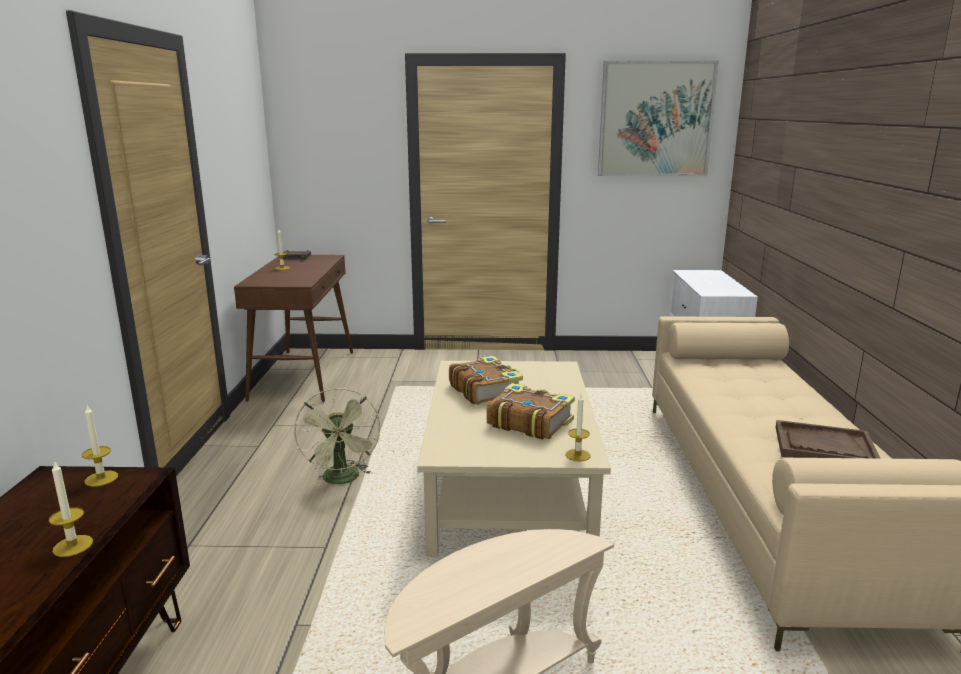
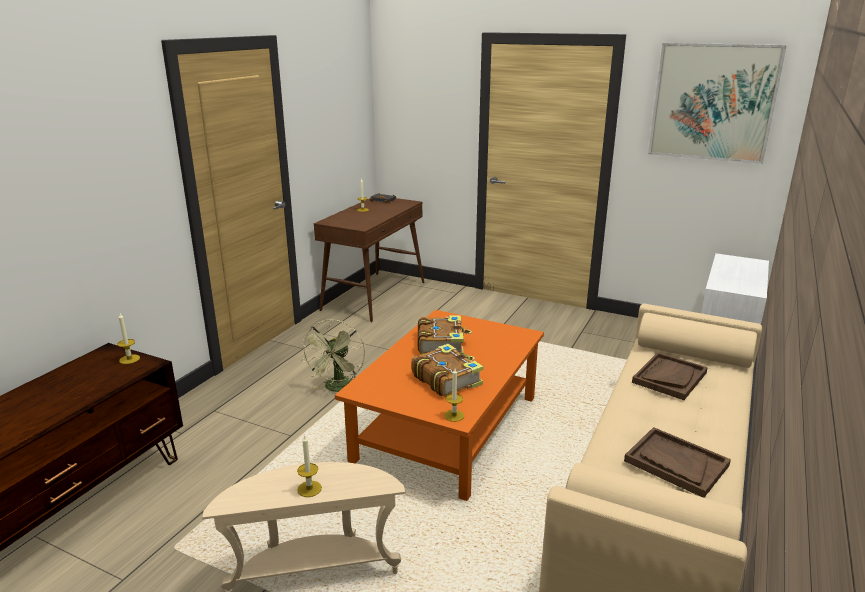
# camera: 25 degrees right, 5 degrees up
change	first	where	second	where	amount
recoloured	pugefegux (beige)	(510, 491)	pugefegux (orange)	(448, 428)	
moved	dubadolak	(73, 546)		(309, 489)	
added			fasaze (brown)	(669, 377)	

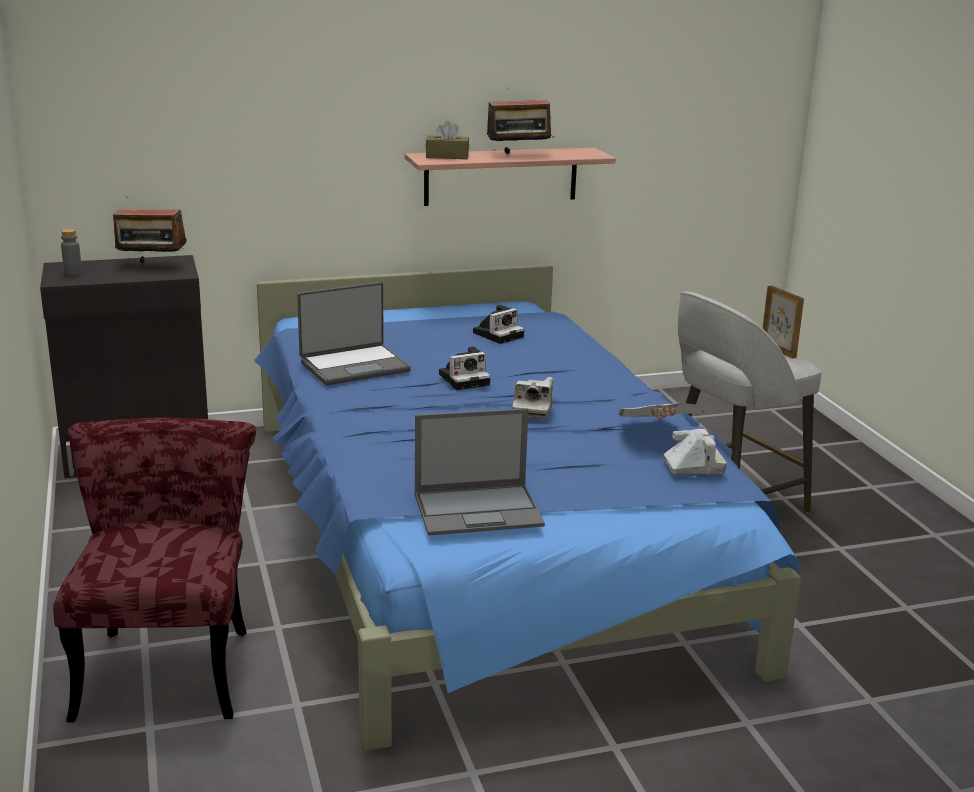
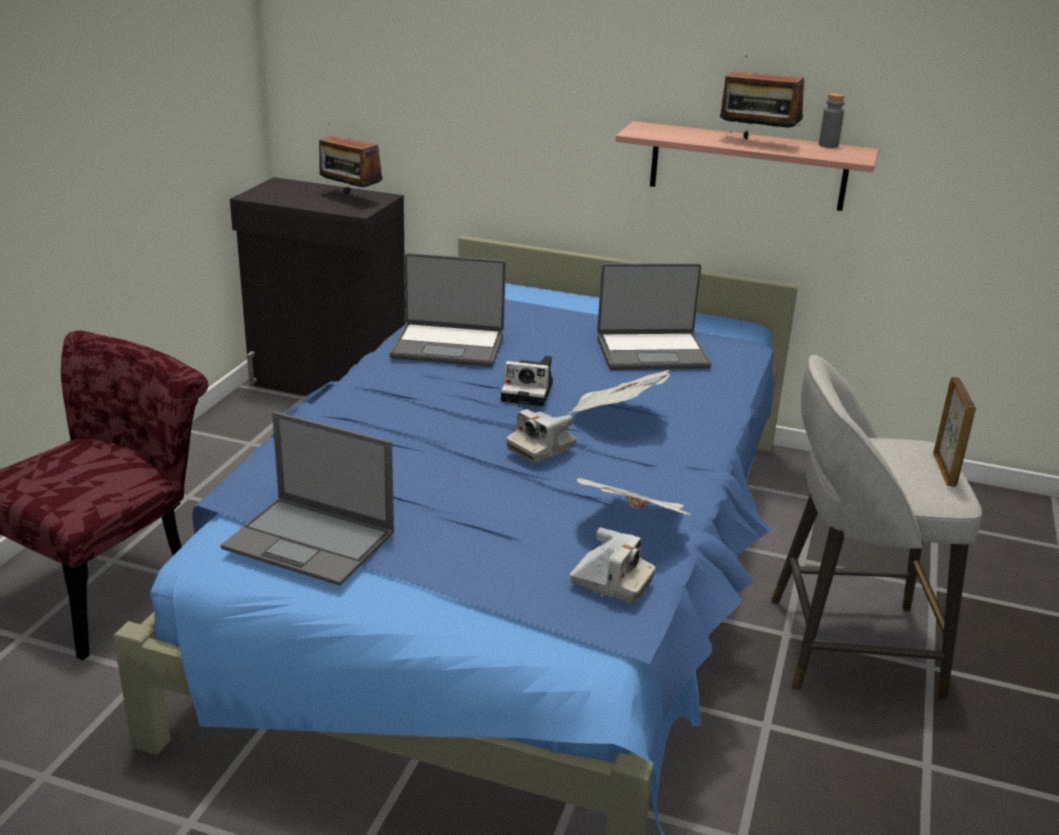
# camera: 35 degrees right, 5 degrees up
change	first	where	second	where	amount
removed	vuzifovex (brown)	(447, 156)			
moved	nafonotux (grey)	(73, 273)		(828, 145)	
replaced	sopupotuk	(499, 334)	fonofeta	(652, 352)	
added			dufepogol	(616, 416)	

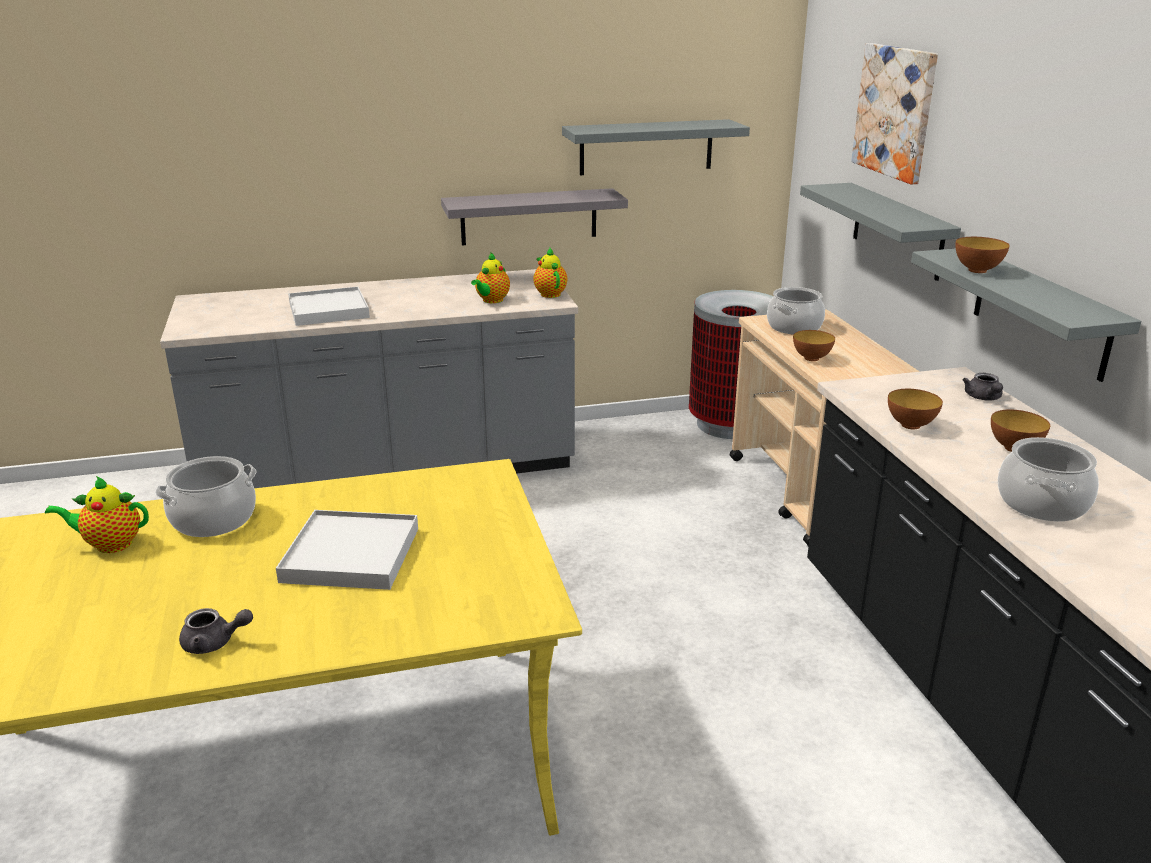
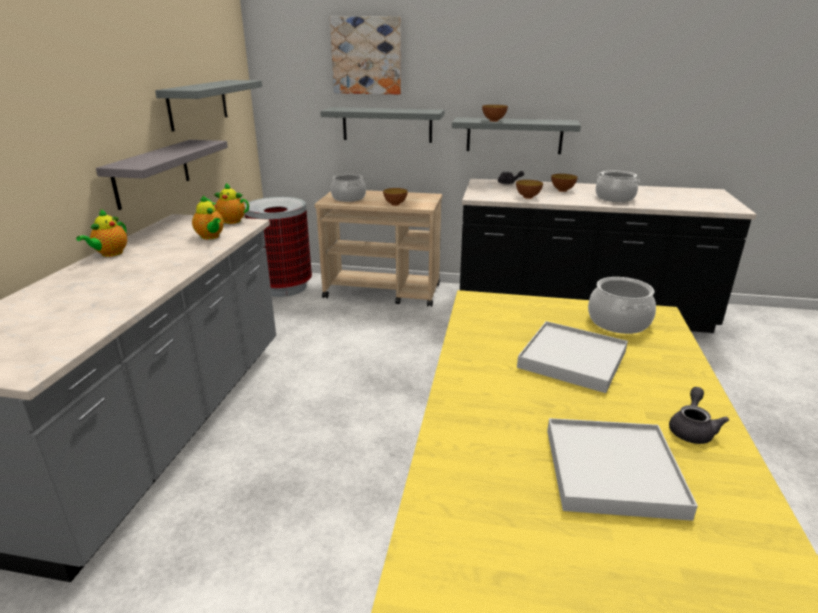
# camera: 65 degrees left, 0 degrees up
change	first	where	second	where	amount
moved	fasaze (white)	(328, 310)		(613, 471)	
moved	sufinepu	(213, 519)		(619, 322)	
moved	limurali	(110, 544)		(110, 254)	

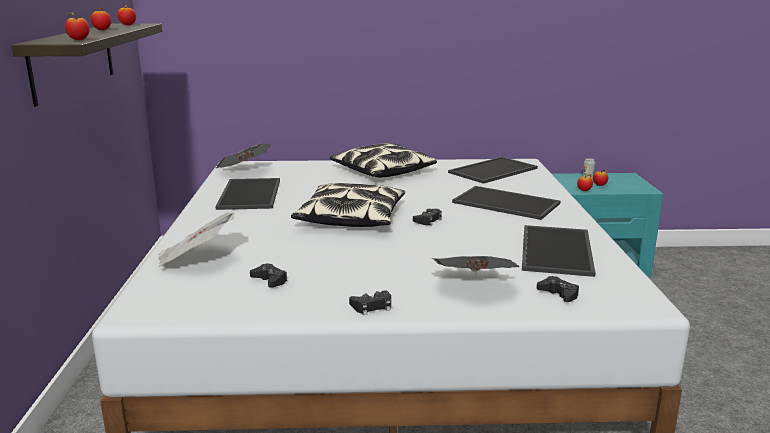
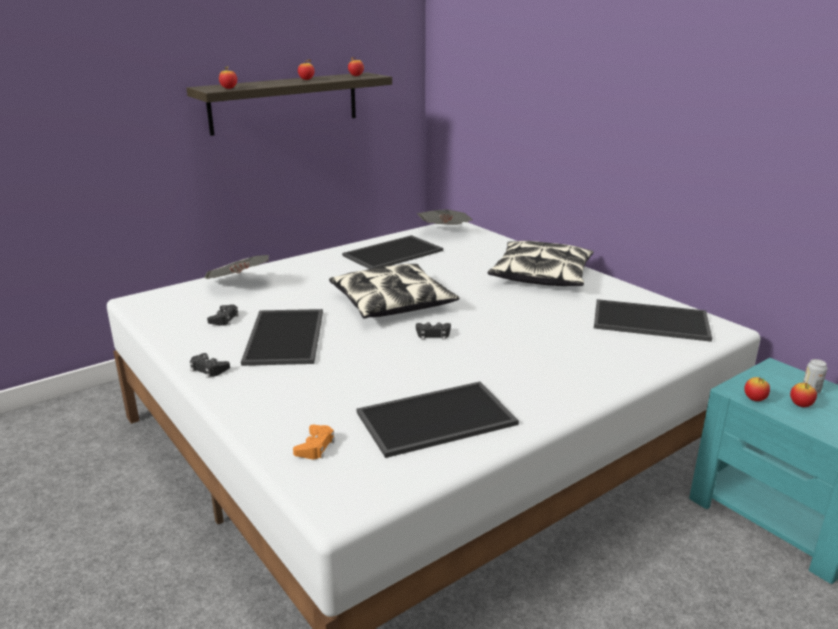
# camera: 55 degrees right, 5 degrees up
change	first	where	second	where	amount
moved	fasaze	(507, 203)		(286, 337)	
removed	dufepogol	(474, 285)			
recoloured	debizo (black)	(558, 294)	debizo (orange)	(315, 447)	

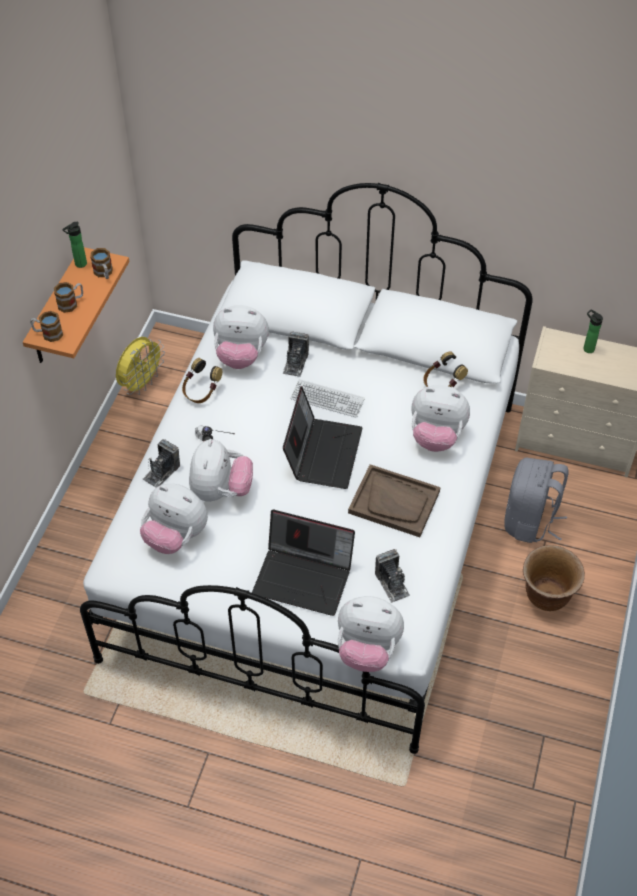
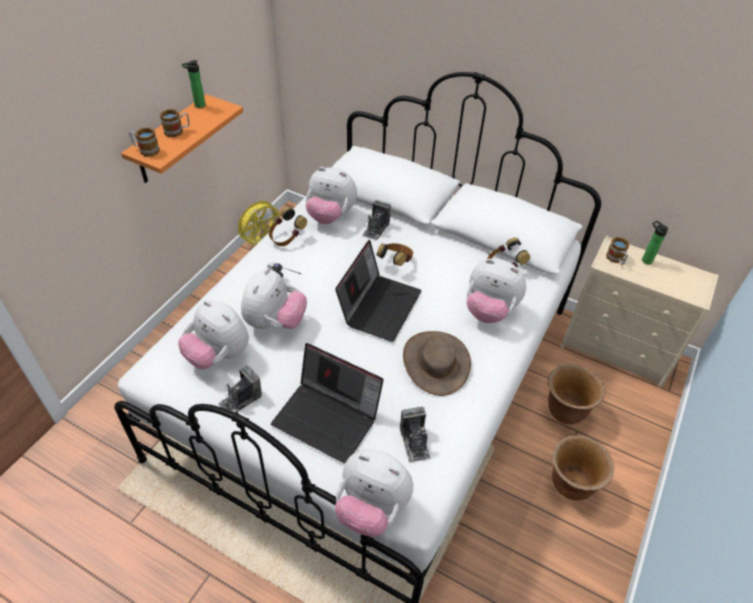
# camera: 10 degrees right, 5 degrees down
change	first	where	second	where	amount
moved	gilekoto	(104, 273)		(616, 259)	
replaced	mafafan	(327, 399)	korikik	(396, 262)	
moved	sopupotuk	(161, 472)		(240, 399)	
replaced	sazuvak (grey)	(530, 521)	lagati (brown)	(565, 411)	
replaced	fasaze (brown)	(394, 502)	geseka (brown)	(436, 362)	

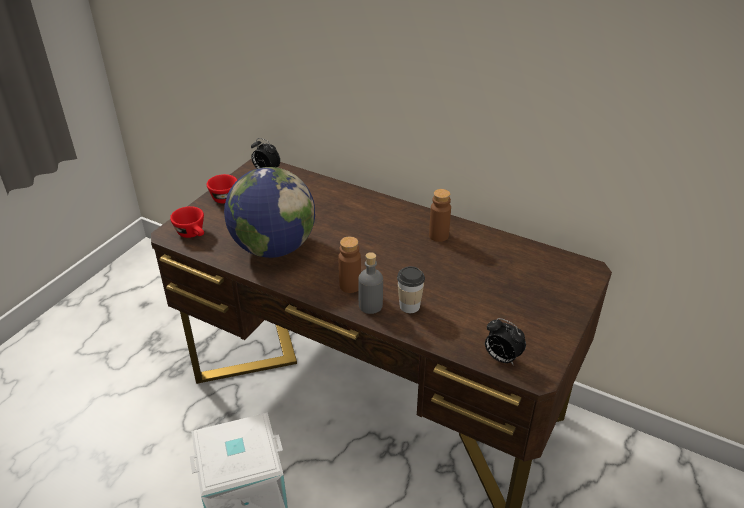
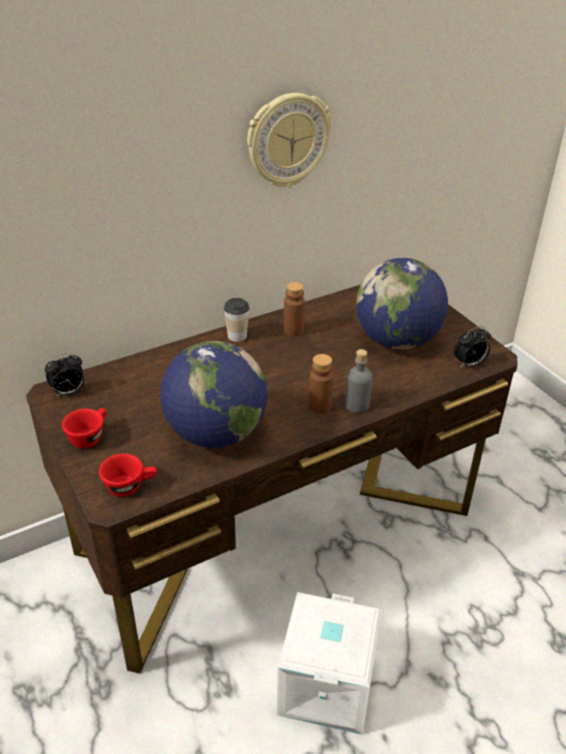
# camera: 60 degrees left, 0 degrees up
change	first	where	second	where	amount
moved	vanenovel	(409, 306)		(237, 336)	
added			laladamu	(287, 140)	
added			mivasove	(397, 341)	

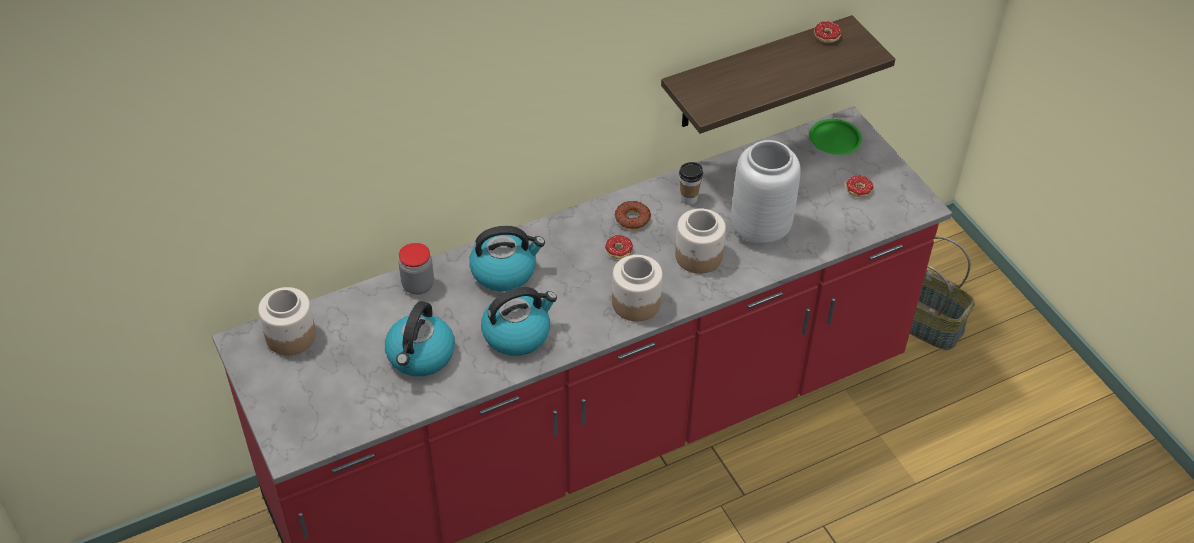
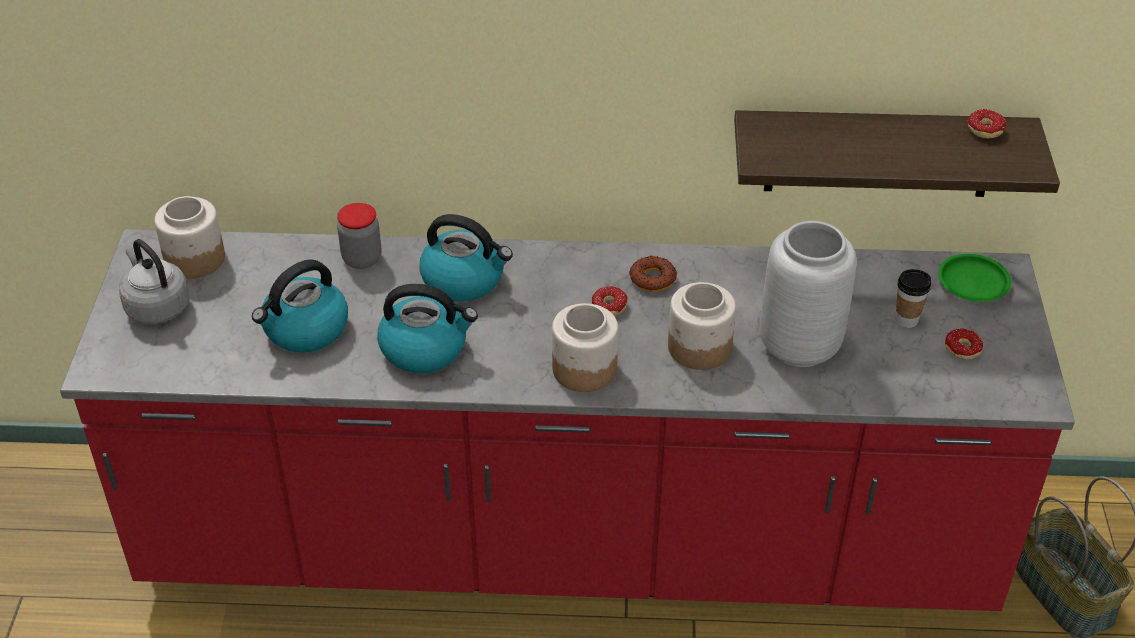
# camera: 30 degrees right, 5 degrees down
change	first	where	second	where	amount
moved	vanenovel	(689, 198)		(906, 320)	
added			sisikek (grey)	(156, 306)	

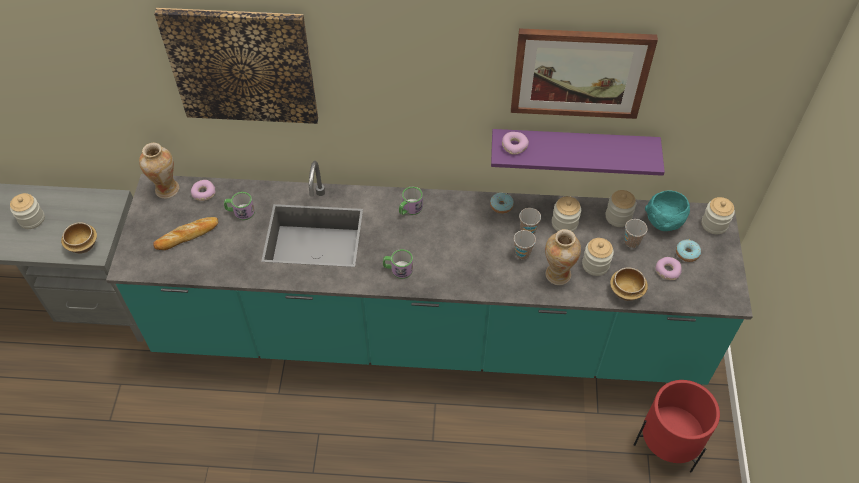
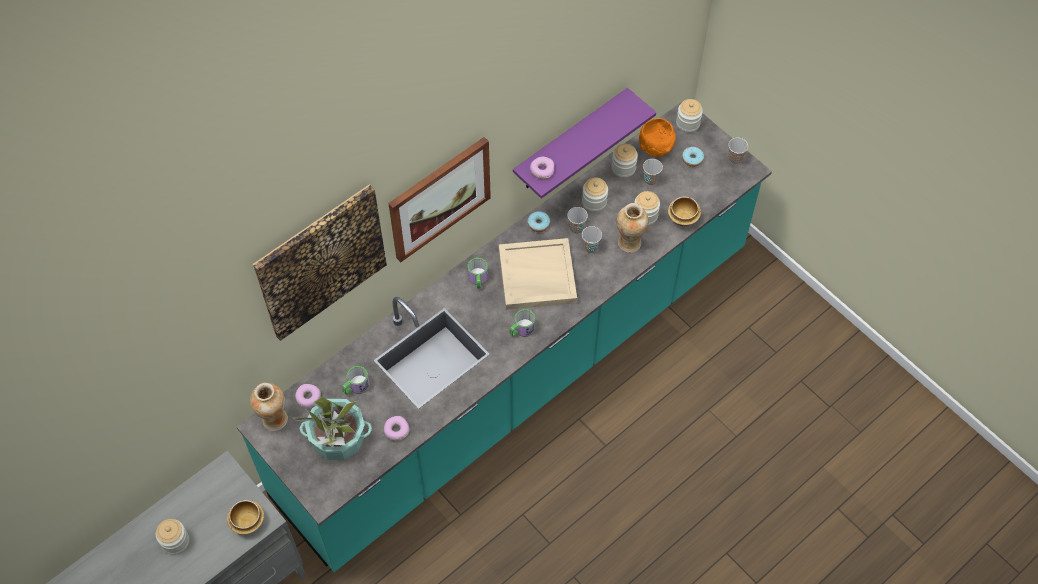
# camera: 45 degrees left, 5 degrees up
change	first	where	second	where	amount
moved	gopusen	(580, 72)		(439, 198)	
recoloured	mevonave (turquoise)	(664, 222)	mevonave (orange)	(656, 147)	
replaced	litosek	(187, 235)	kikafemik	(338, 438)	
moved	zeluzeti	(667, 271)		(396, 430)	
removed	lagati (red)	(668, 444)			
added			vanenovel	(735, 159)	
added			fasaze (beige)	(536, 276)	

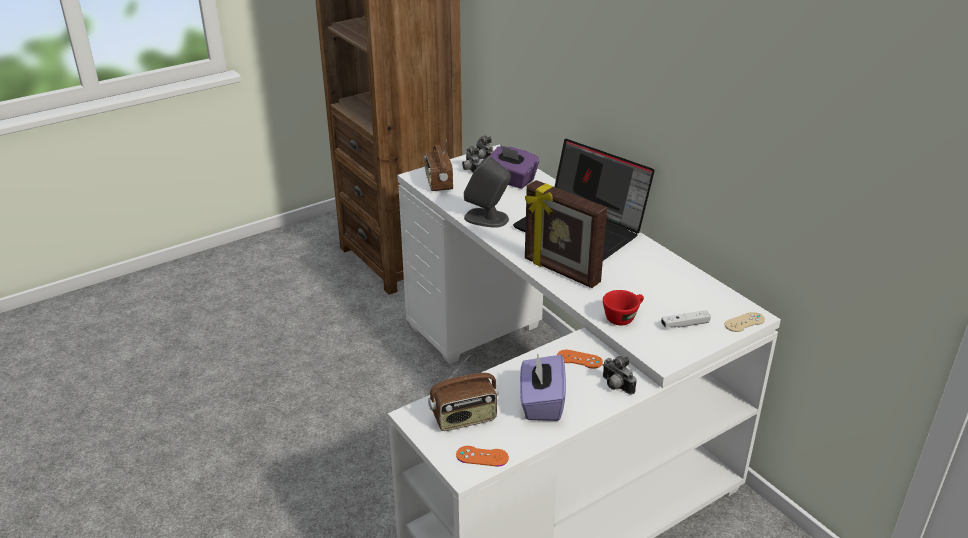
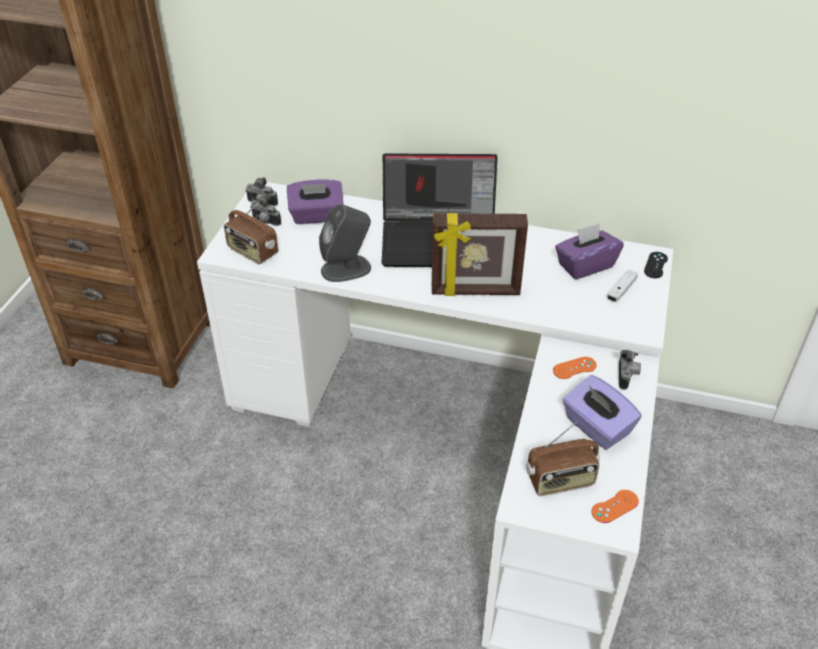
# camera: 40 degrees left, 10 degrees up
change	first	where	second	where	amount
removed	vanenovel (red)	(623, 317)			
recoloured	debizo (beige)	(744, 322)	debizo (black)	(655, 265)	
turned	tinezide	(464, 418)		(560, 481)	45 degrees clockwise
turned	sopupotuk	(615, 386)		(627, 376)	90 degrees counterclockwise
added			vuzifovex (purple)	(585, 265)	

